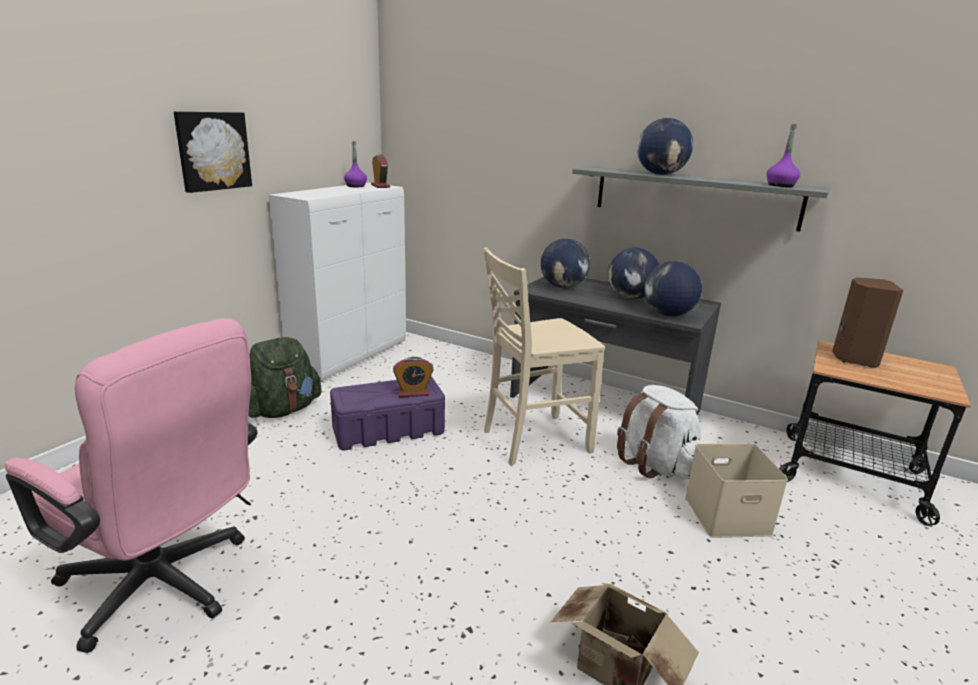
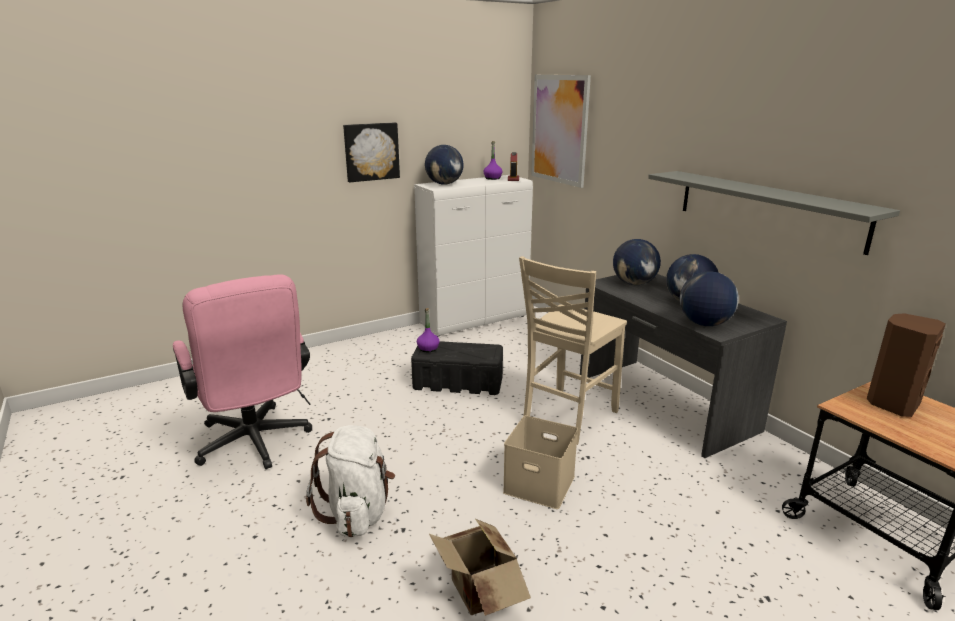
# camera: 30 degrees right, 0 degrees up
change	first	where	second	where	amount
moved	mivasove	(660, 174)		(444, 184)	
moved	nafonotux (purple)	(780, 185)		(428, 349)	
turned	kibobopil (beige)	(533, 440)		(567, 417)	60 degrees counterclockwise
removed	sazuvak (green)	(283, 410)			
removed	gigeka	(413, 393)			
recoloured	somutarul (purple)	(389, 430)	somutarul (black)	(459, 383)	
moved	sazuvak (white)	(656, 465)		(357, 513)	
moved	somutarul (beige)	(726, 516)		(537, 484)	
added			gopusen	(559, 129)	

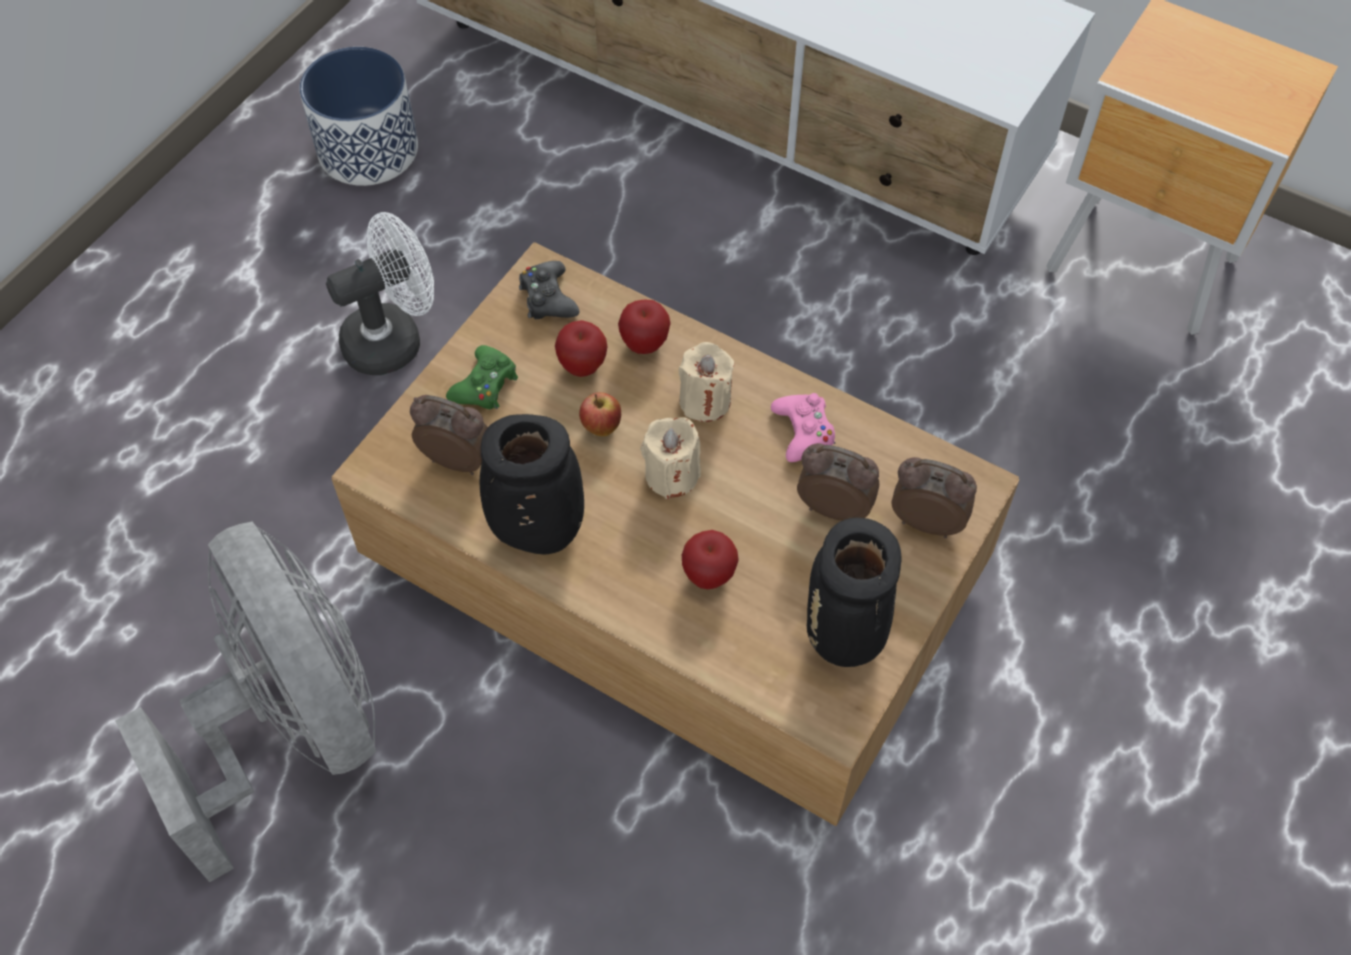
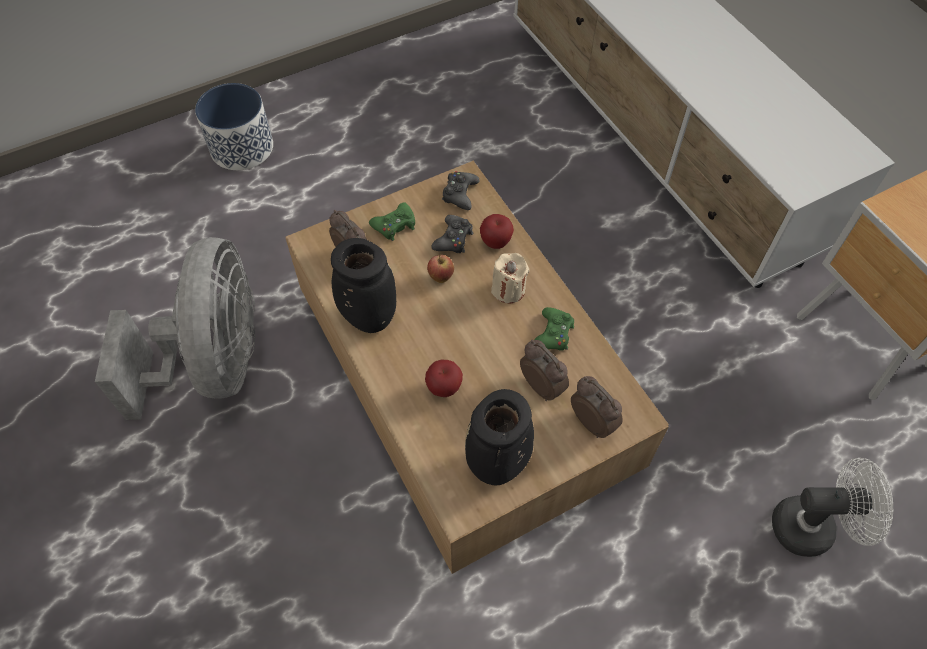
# camera: 30 degrees right, 0 degrees up
change	first	where	second	where	amount
moved	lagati	(368, 150)		(242, 148)	
moved	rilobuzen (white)	(394, 338)		(812, 527)	
replaced	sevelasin	(582, 366)	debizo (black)	(453, 239)	
recoloured	debizo (pink)	(803, 432)	debizo (green)	(553, 334)	
removed	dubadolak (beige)	(672, 475)			

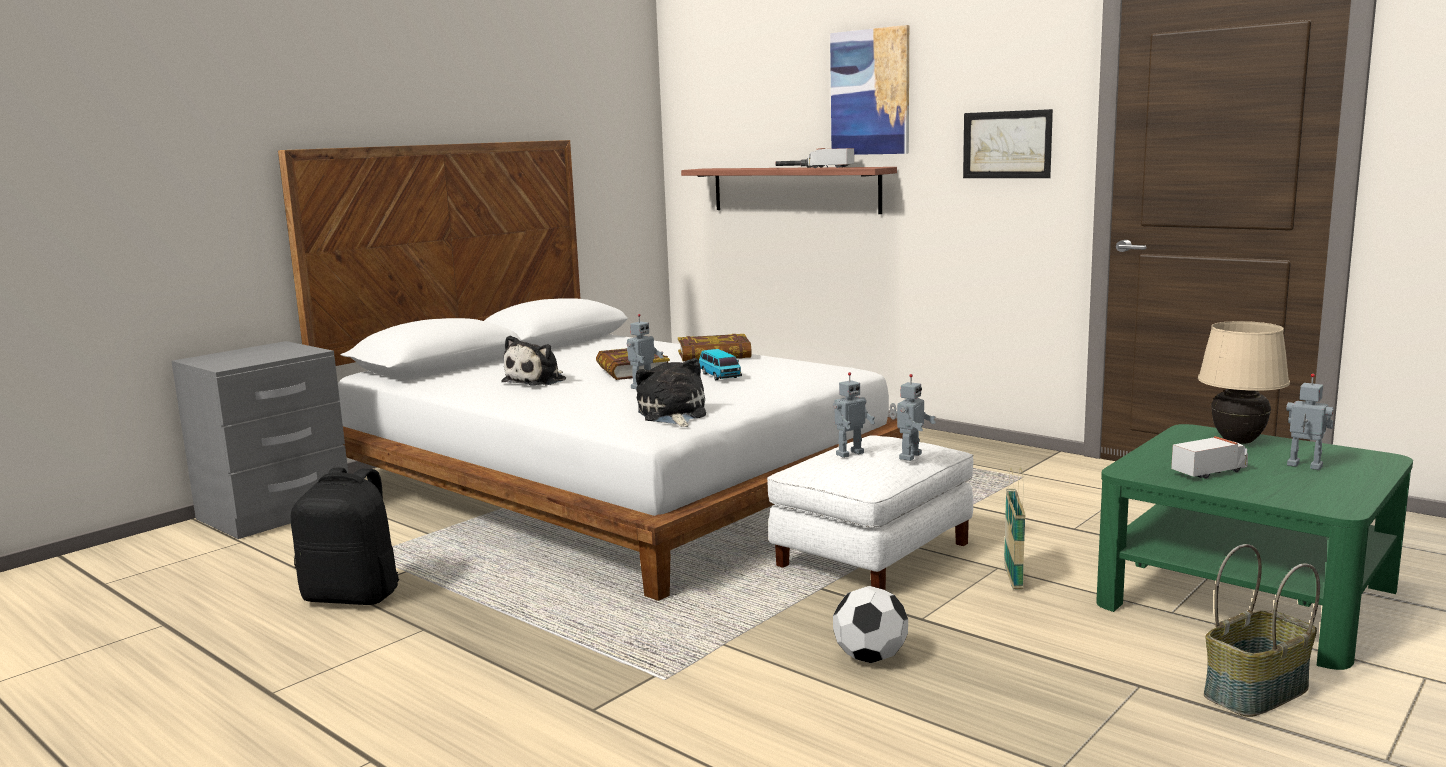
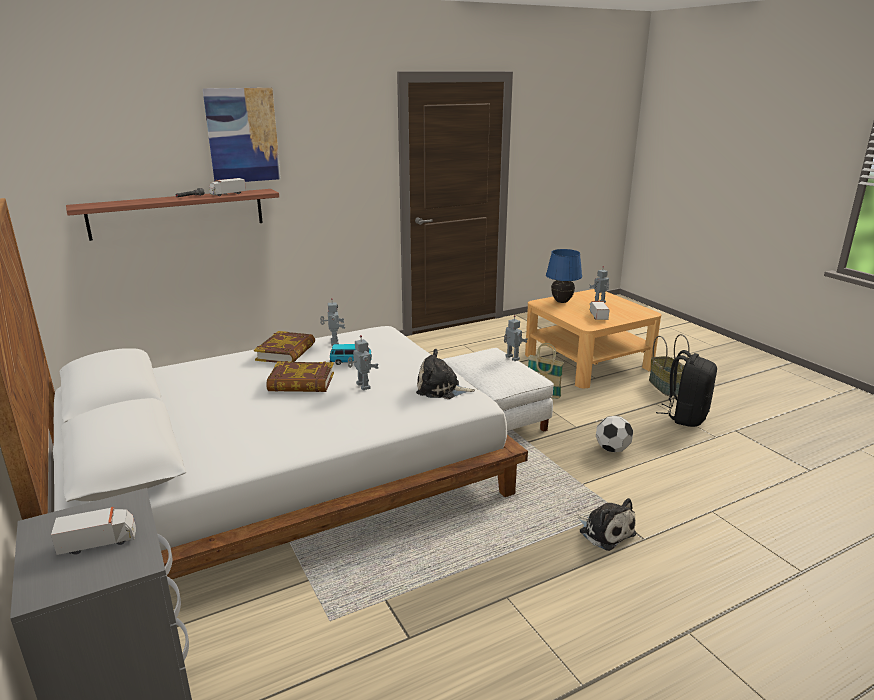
# camera: 70 degrees left, 10 degrees up
change	first	where	second	where	amount
removed	gopusen	(1007, 144)			
recoloured	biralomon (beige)	(1238, 442)	biralomon (blue)	(561, 301)	
moved	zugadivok	(537, 380)		(604, 531)	
moved	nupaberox	(849, 453)		(333, 343)	
recoloured	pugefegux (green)	(1244, 596)	pugefegux (beige)	(587, 361)	
moved	sazuvak (black)	(353, 596)		(685, 417)	
added			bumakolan	(99, 542)	

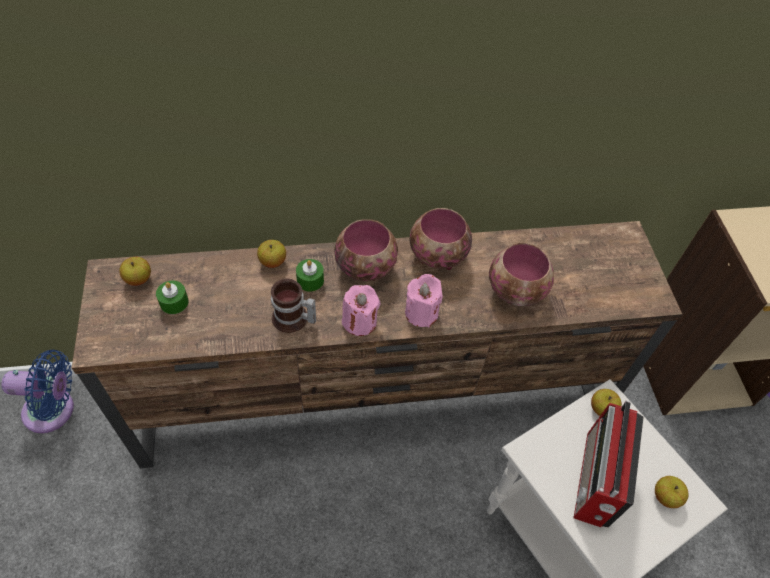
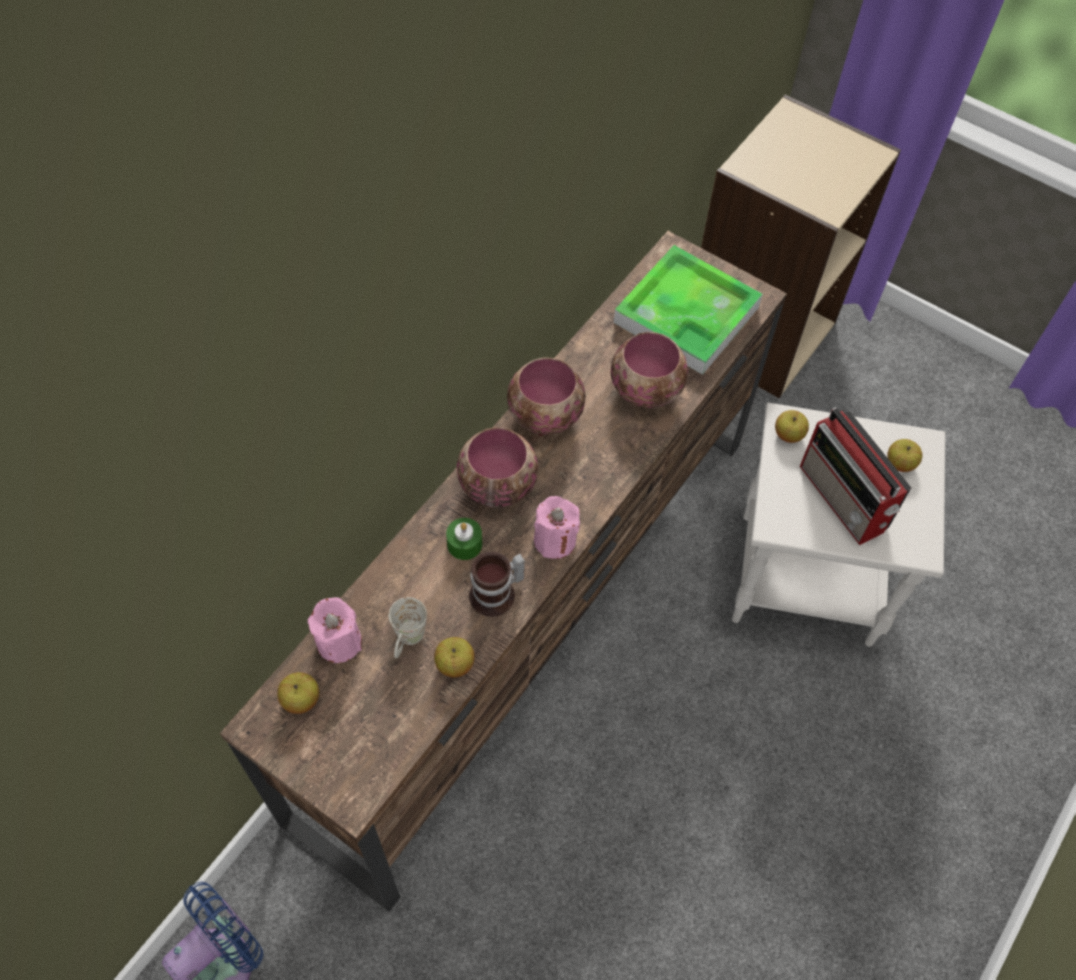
# camera: 45 degrees left, 5 degrees up
change	first	where	second	where	amount
moved	sevelasin	(273, 261)		(455, 664)	
moved	dubadolak (pink)	(421, 313)		(339, 642)	
removed	dubadolak (green)	(174, 302)			
added			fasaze	(686, 315)	
added			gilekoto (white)	(407, 641)	

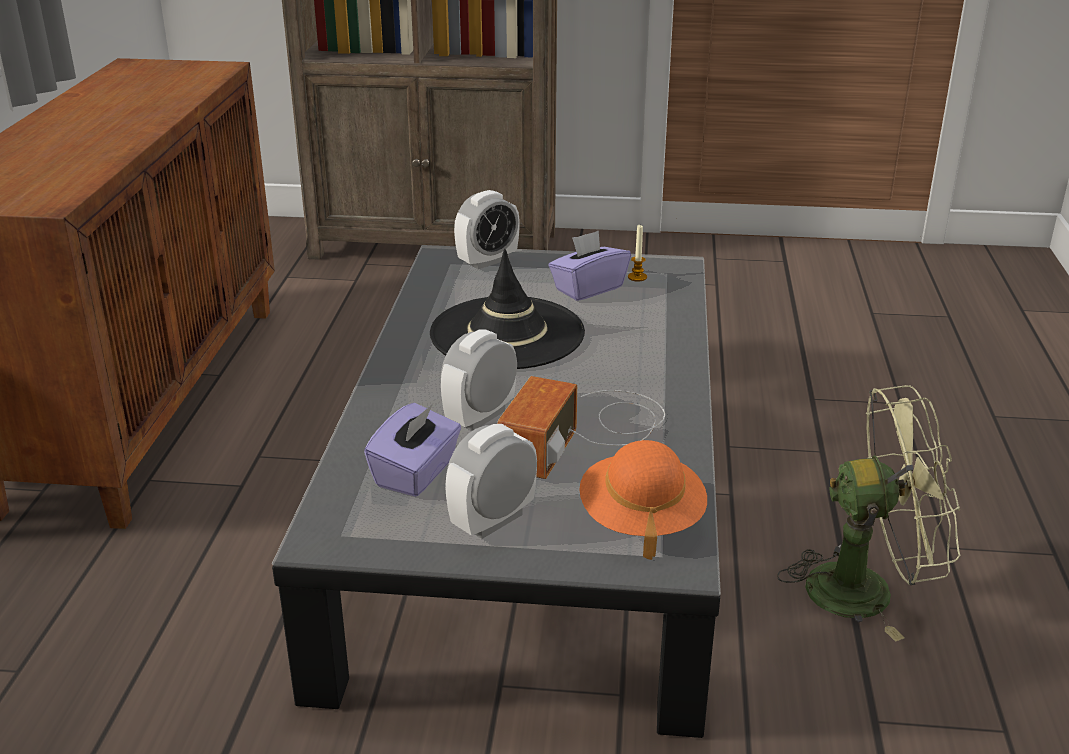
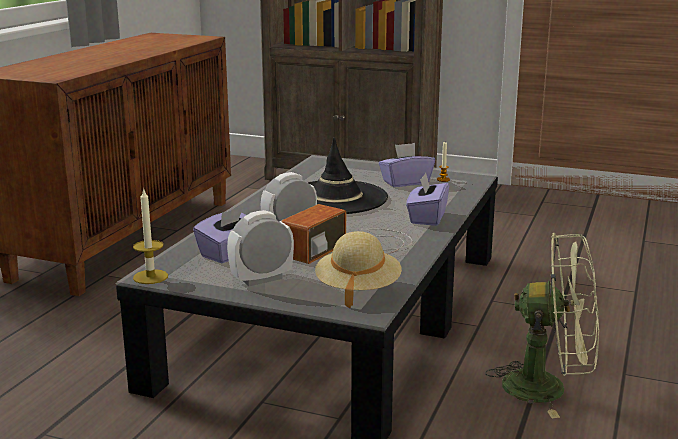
# camera: 15 degrees right, 10 degrees down
change	first	where	second	where	amount
removed	gigeka	(487, 261)			
recoloured	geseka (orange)	(641, 519)	geseka (beige)	(357, 289)	
added			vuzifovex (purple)	(427, 218)	
added			dubadolak	(150, 277)	

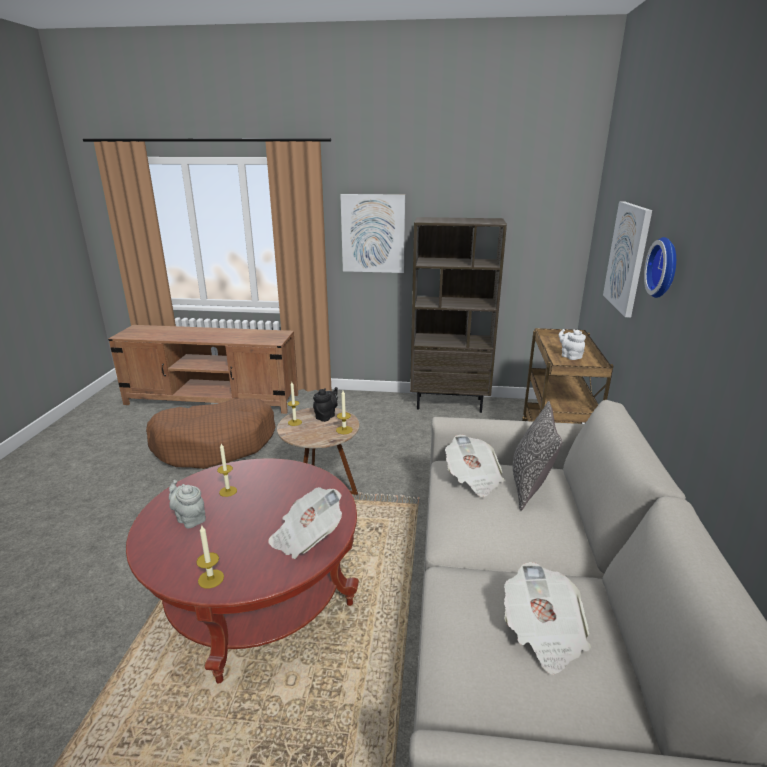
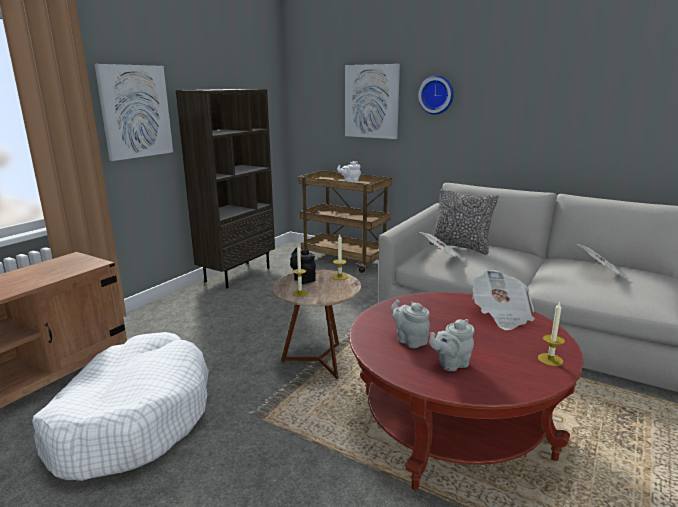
# camera: 65 degrees left, 5 degrees down
change	first	where	second	where	amount
recoloured	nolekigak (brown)	(215, 444)	nolekigak (white)	(132, 419)	
replaced	dubadolak	(228, 491)	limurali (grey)	(410, 340)	

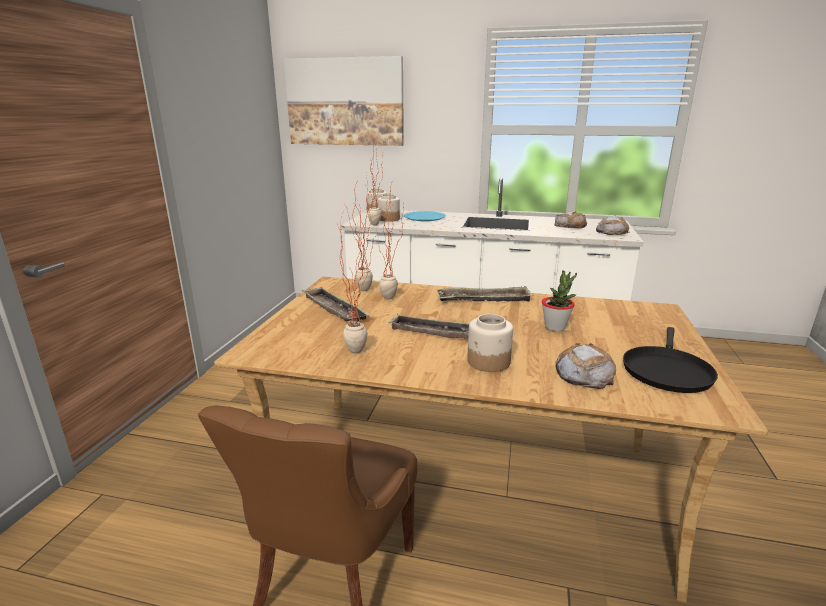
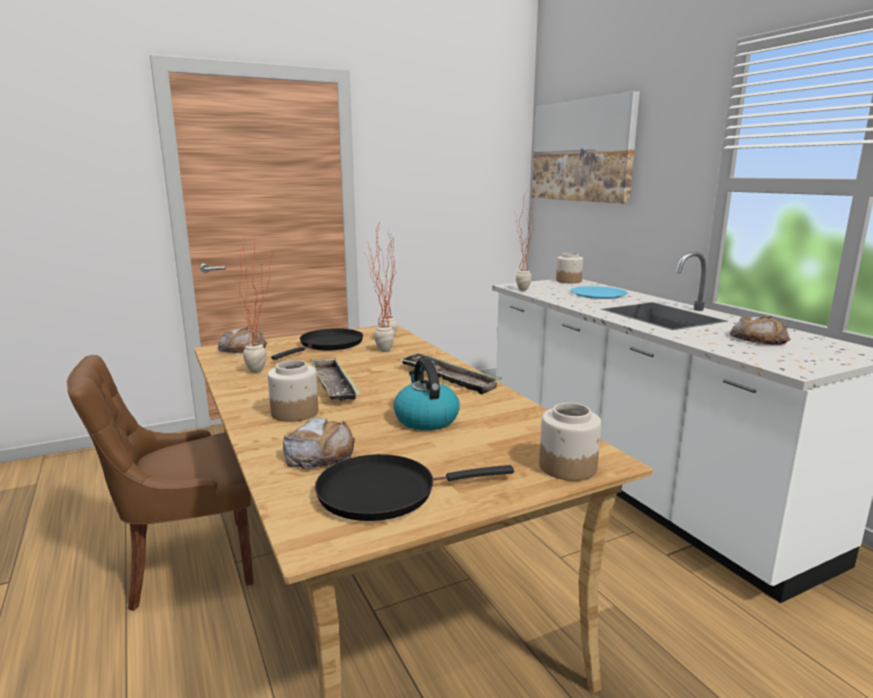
# camera: 50 degrees right, 5 degrees down
change	first	where	second	where	amount
moved	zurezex	(389, 219)		(568, 467)	
moved	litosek	(611, 232)		(243, 348)	
replaced	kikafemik	(555, 327)	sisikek	(425, 419)	
replaced	fasaze	(334, 309)	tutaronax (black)	(328, 345)	

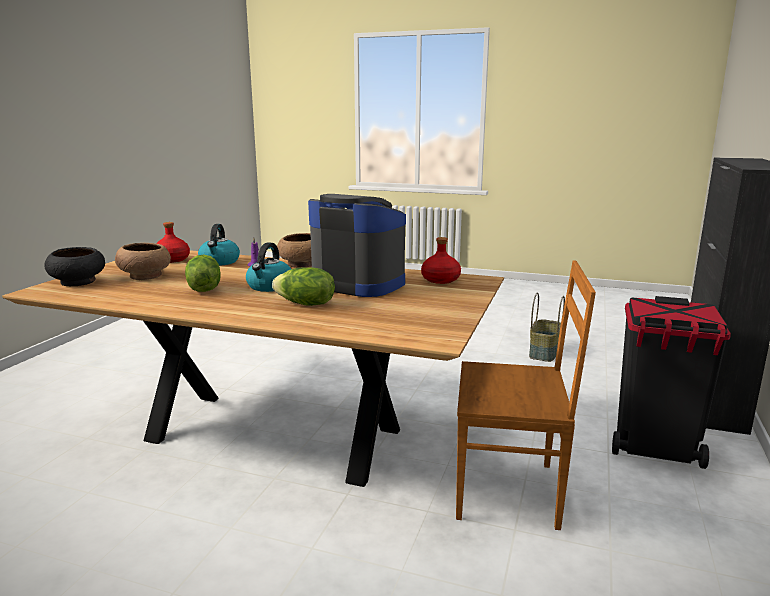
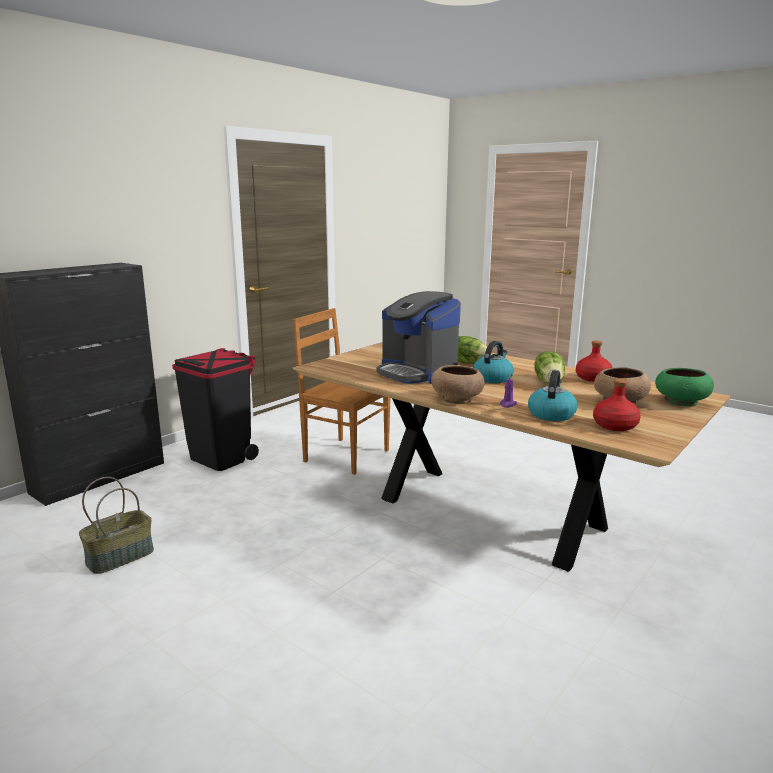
# camera: 160 degrees left, 0 degrees up
change	first	where	second	where	amount
moved	nafonotux (red)	(440, 280)		(593, 378)	
recoloured	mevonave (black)	(79, 282)	mevonave (green)	(680, 402)	

